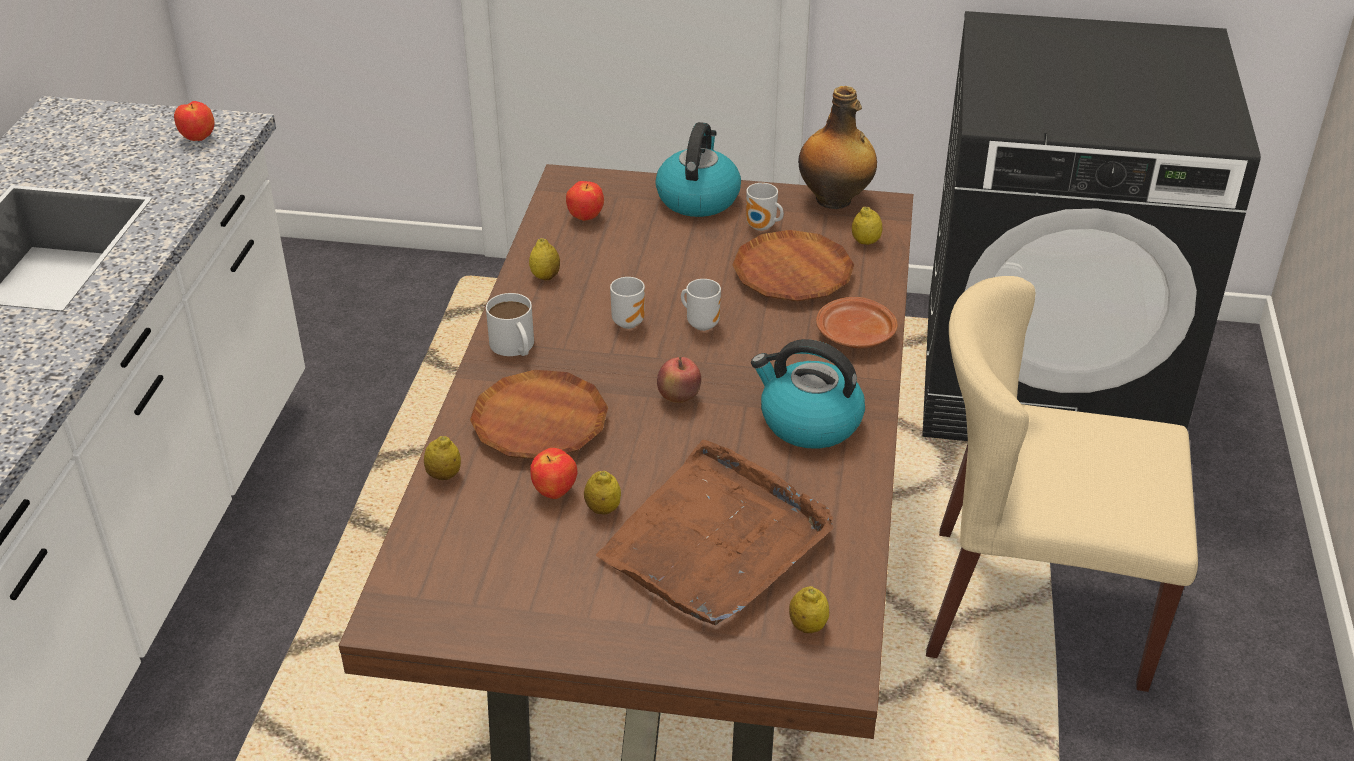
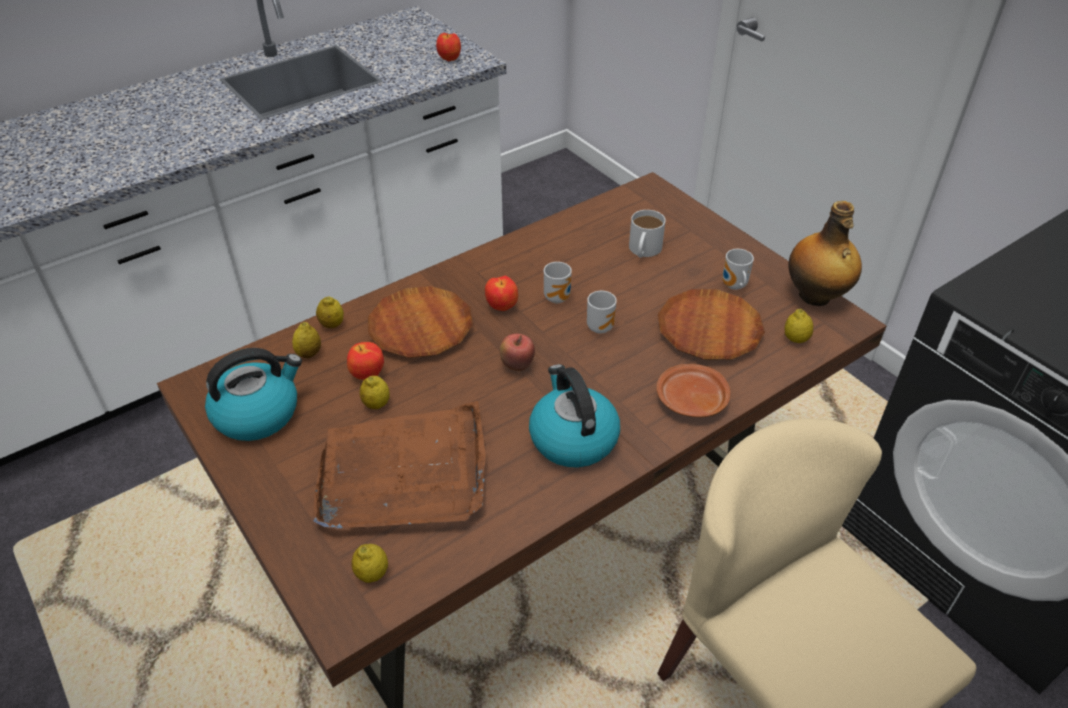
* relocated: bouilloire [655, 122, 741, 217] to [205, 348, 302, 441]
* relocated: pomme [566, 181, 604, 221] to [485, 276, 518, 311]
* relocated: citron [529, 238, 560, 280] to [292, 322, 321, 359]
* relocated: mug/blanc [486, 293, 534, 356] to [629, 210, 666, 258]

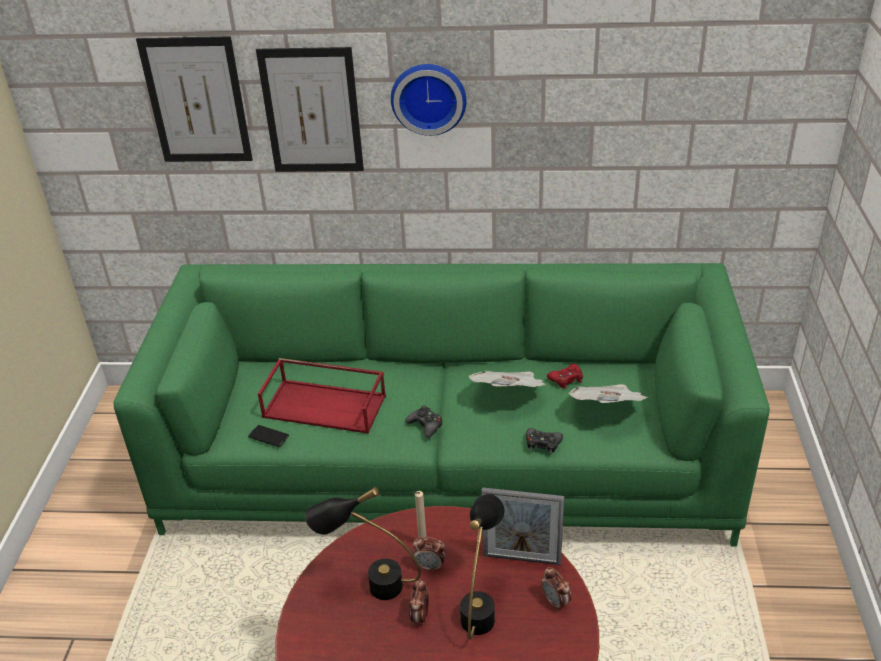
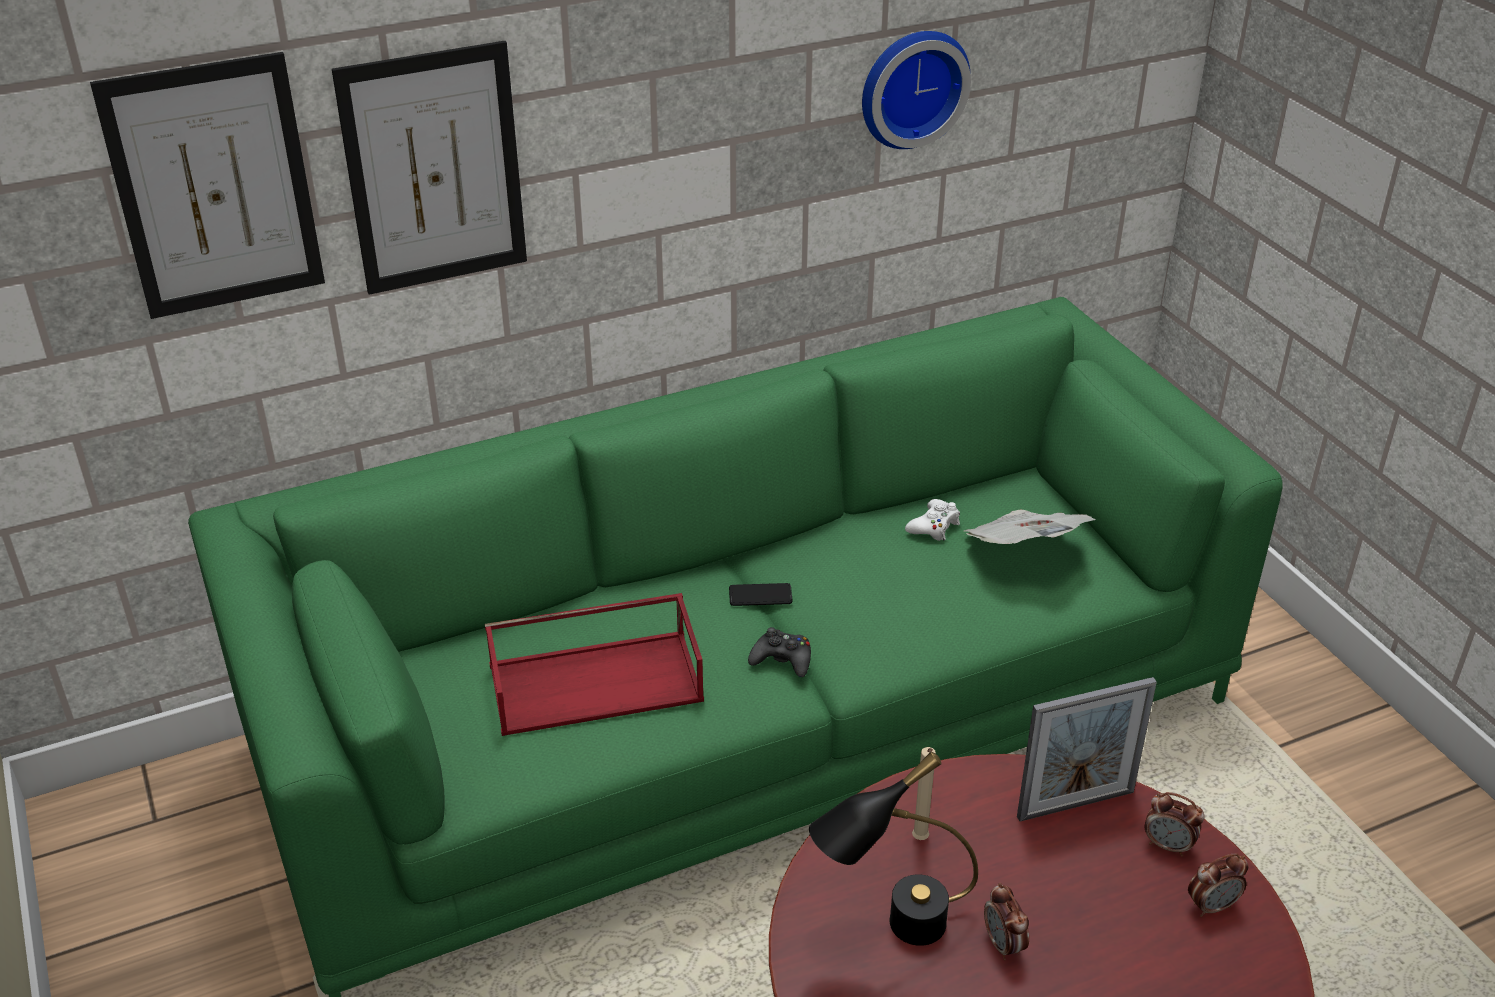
* relocated: horloge murale [391, 64, 467, 136] to [862, 31, 971, 149]
* colour: manette/rouge [547, 364, 583, 389] to manette/blanc [905, 499, 960, 541]
* missing: journal [469, 371, 547, 387]
* relocated: téléphone [248, 425, 289, 447] to [729, 583, 793, 606]
* missing: manette/noir [526, 428, 563, 454]
* missing: lampe de table/noir [460, 494, 505, 640]
* relocated: réveil [413, 537, 445, 571] to [1188, 853, 1248, 917]

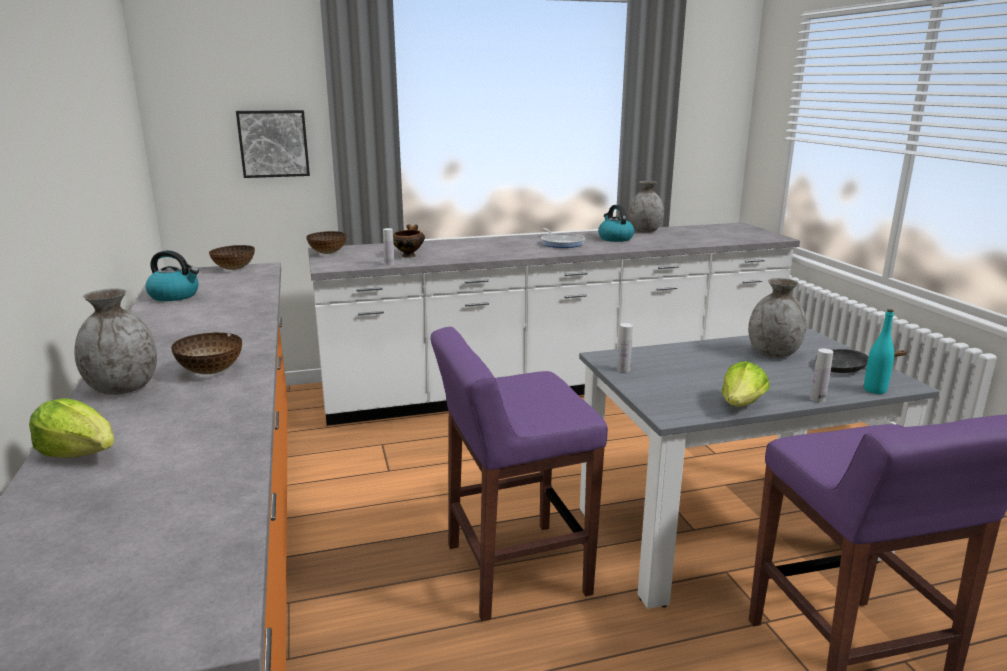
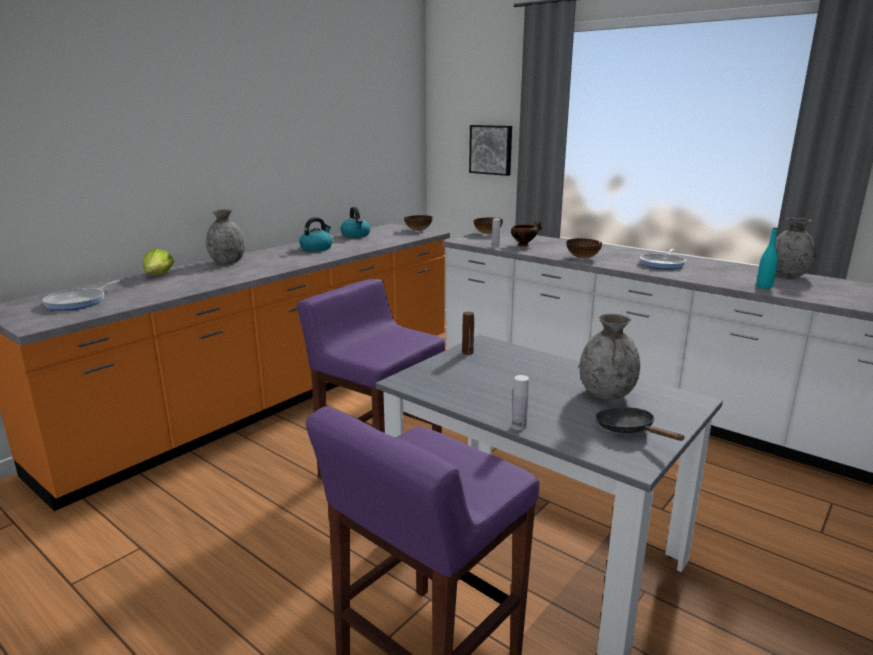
* relocated: bouilloire [598, 205, 634, 242] to [299, 217, 333, 252]
* relocated: bouteille/turquoise [864, 309, 894, 394] to [757, 228, 778, 289]
* colour: bouteille/blanc [617, 323, 633, 372] to bouteille/marron [462, 312, 474, 354]
* relocated: bol [171, 332, 242, 374] to [566, 238, 602, 259]
* missing: laitue [722, 361, 770, 407]
* appeared: poêle [42, 280, 120, 310]

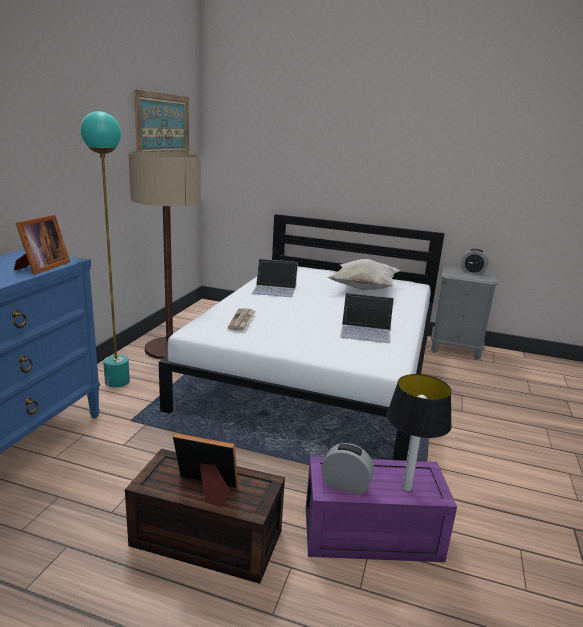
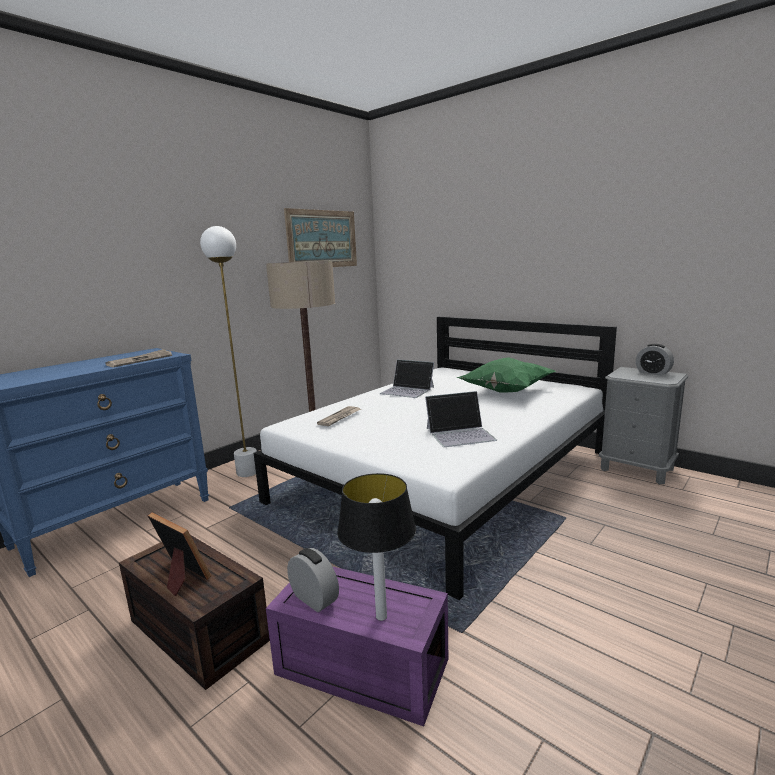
* colour: lampadaire/turquoise [80, 111, 130, 388] to lampadaire/blanc [200, 226, 257, 477]
* exchanged: cadre photo [14, 215, 70, 275] to journal [105, 349, 172, 367]
* colour: coussin/blanc [326, 259, 401, 290] to coussin/vert [456, 357, 556, 392]
* spun: ordinateur portable [340, 293, 394, 343] = [425, 391, 497, 447] 45 degrees counterclockwise

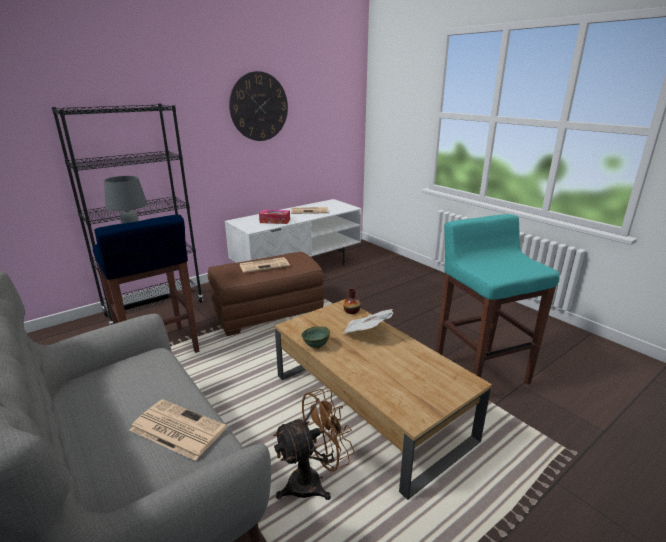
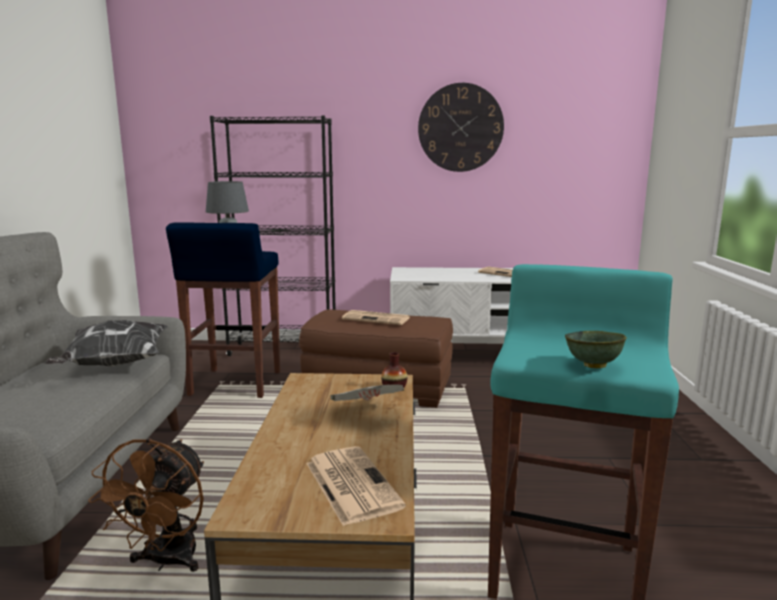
* missing: boîte à mouchoirs [259, 210, 290, 224]
* relocated: bol/vert [301, 326, 330, 349] to [565, 331, 627, 368]
* spun: ventilateur/marron [273, 389, 355, 500] = [88, 438, 204, 572] 90 degrees clockwise
* relocated: journal [130, 399, 227, 461] to [306, 446, 406, 526]
* appeared: coussin [44, 320, 168, 366]

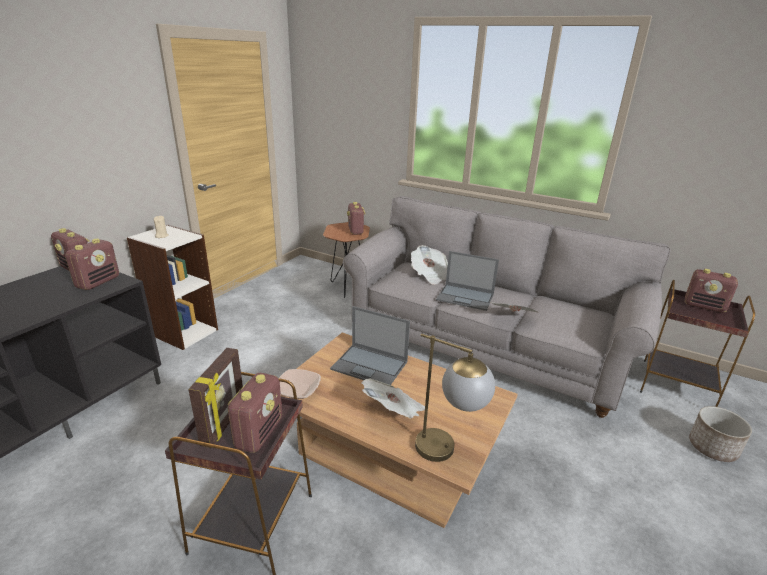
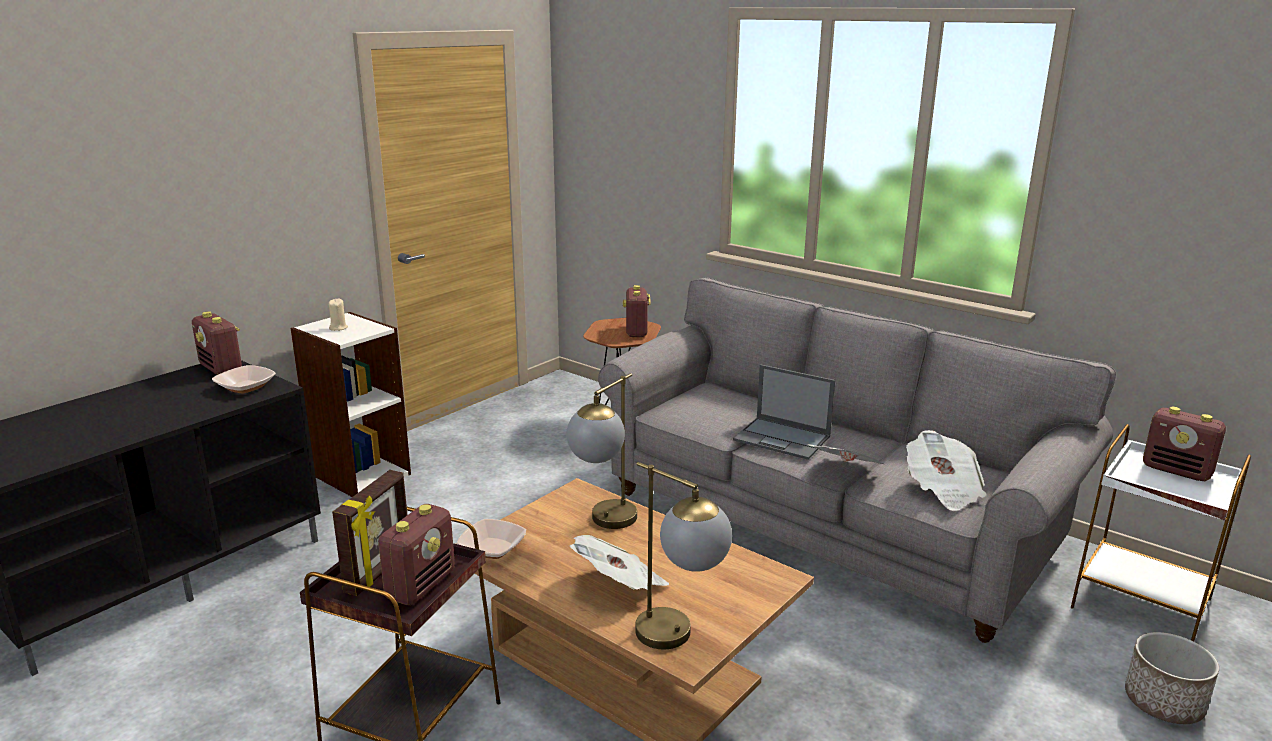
* exchanged: radio [65, 239, 119, 290] to bol [212, 365, 276, 393]
* relocated: journal [411, 245, 448, 285] to [906, 430, 986, 511]
* colour: table d'appoint/marron [640, 280, 755, 407] to table d'appoint/blanc [1070, 424, 1251, 642]
* exchanged: ordinateur portable [330, 306, 410, 385] to lampe de table [567, 373, 637, 529]

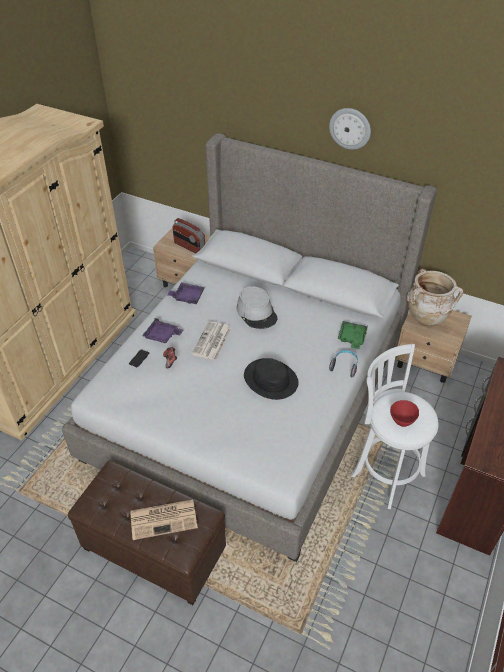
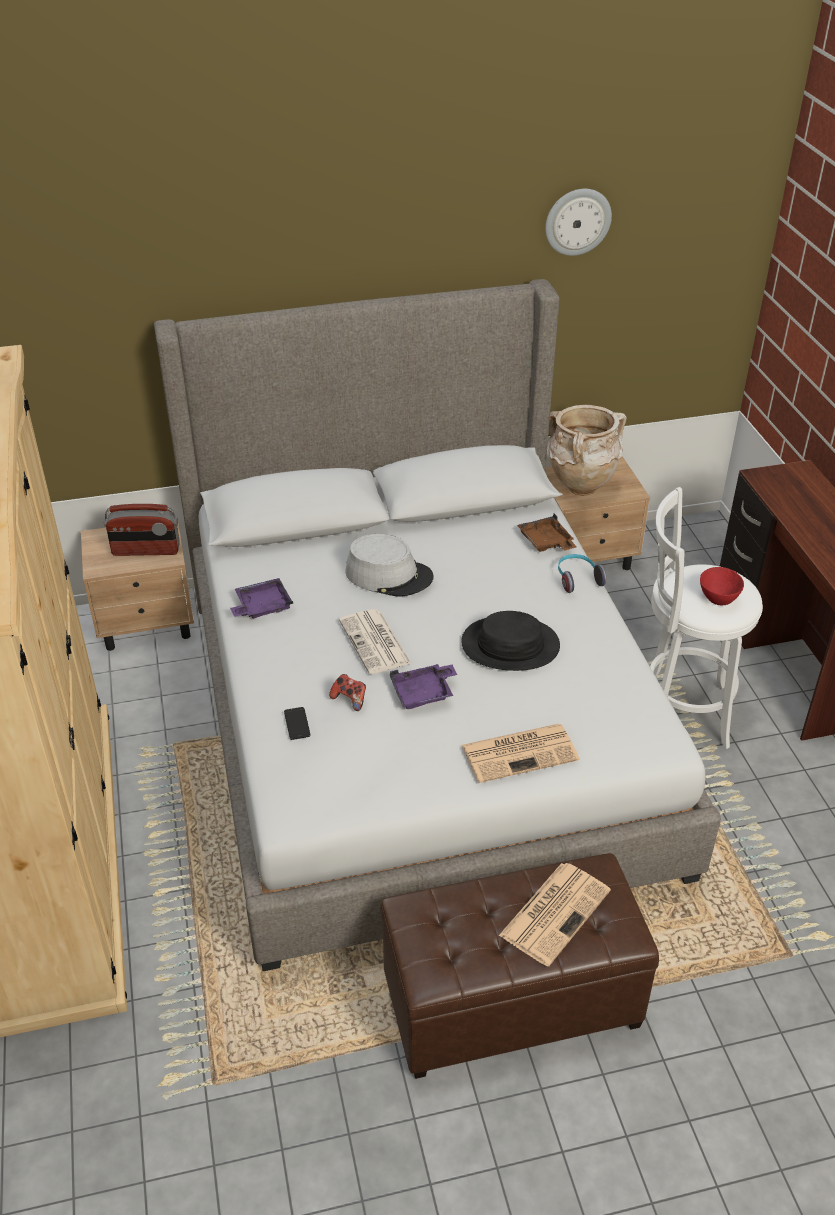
* relocated: horloge murale [329, 108, 371, 150] to [545, 189, 612, 256]
* relocated: plateau/violet [142, 318, 183, 343] to [390, 664, 457, 709]
* colour: plateau/vert [338, 321, 368, 349] to plateau/marron [517, 513, 576, 552]
* appeared: journal [461, 724, 579, 783]

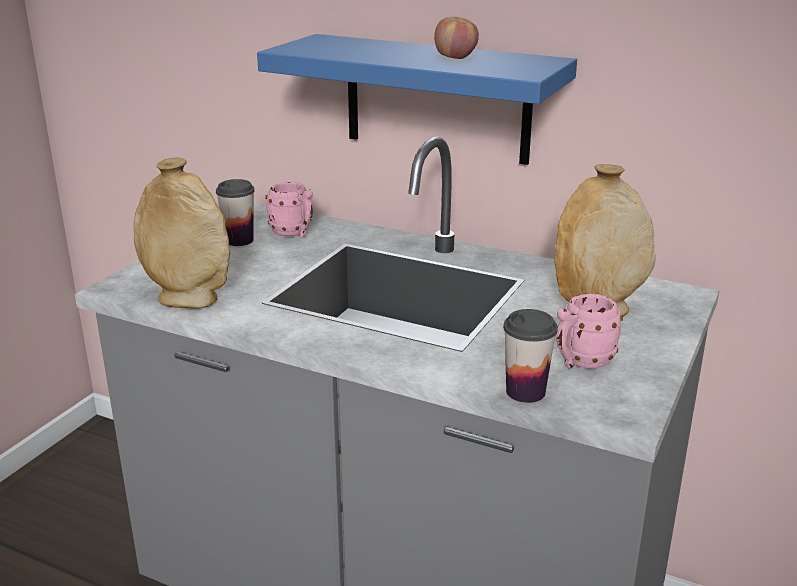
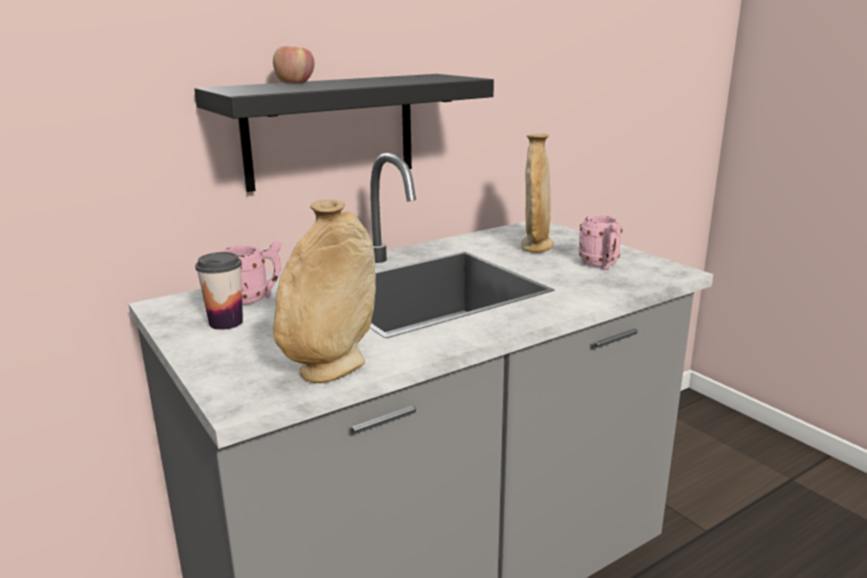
* relocated: pomme [434, 17, 479, 59] to [273, 46, 315, 84]
* colour: étagère/bleu [257, 34, 577, 165] to étagère/noir [194, 74, 494, 192]
* missing: tasse [503, 309, 558, 403]

